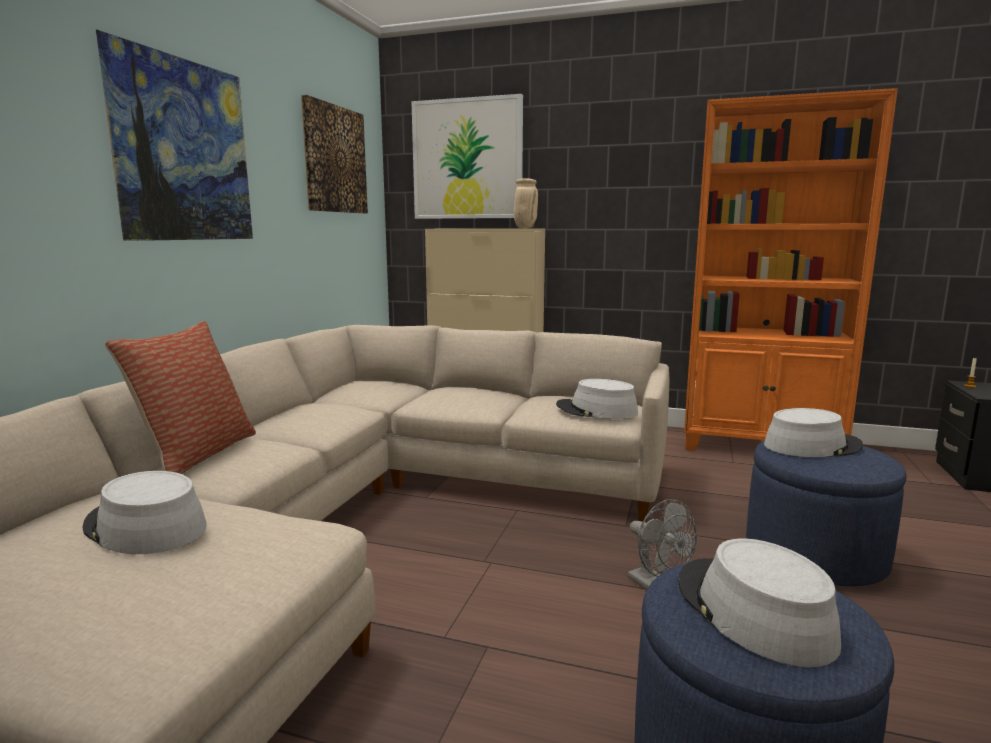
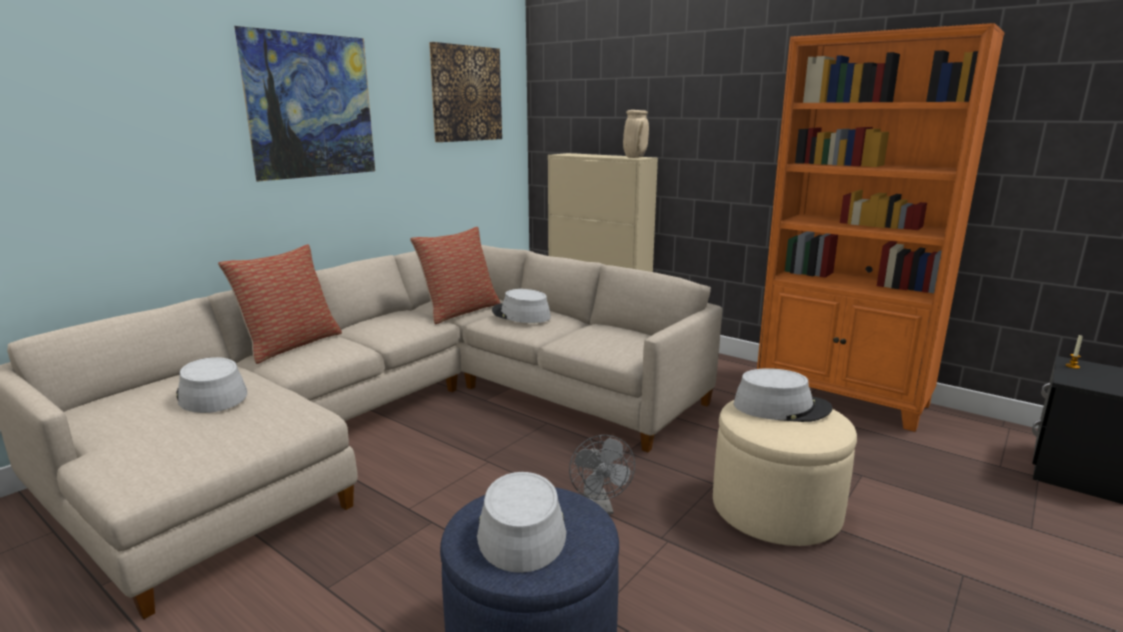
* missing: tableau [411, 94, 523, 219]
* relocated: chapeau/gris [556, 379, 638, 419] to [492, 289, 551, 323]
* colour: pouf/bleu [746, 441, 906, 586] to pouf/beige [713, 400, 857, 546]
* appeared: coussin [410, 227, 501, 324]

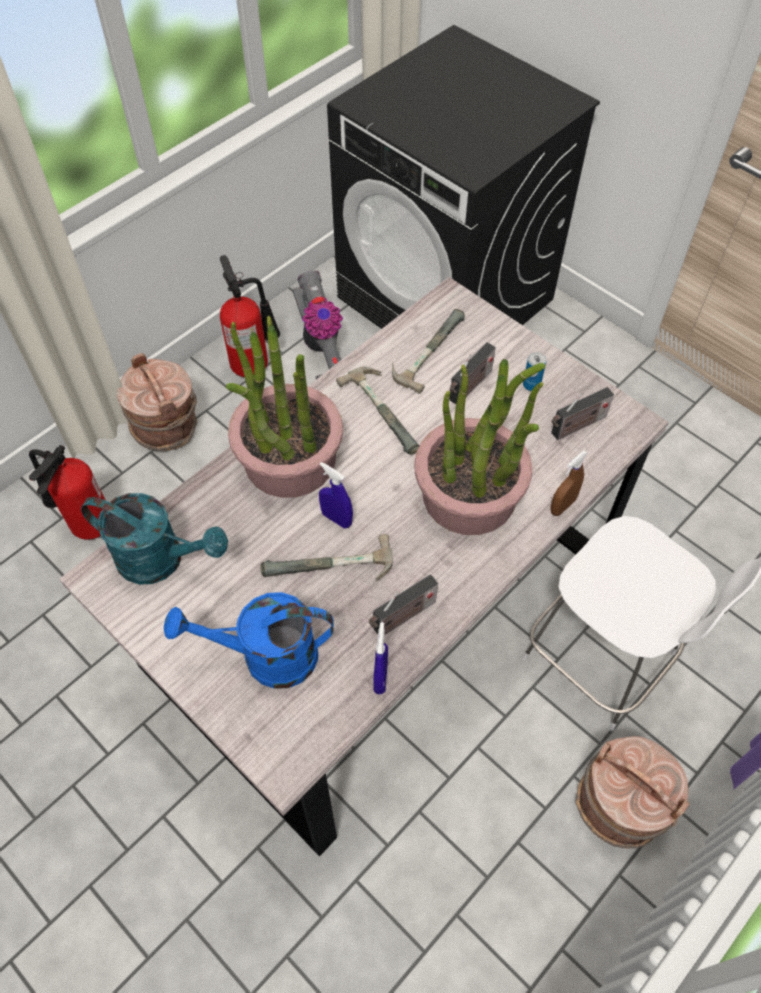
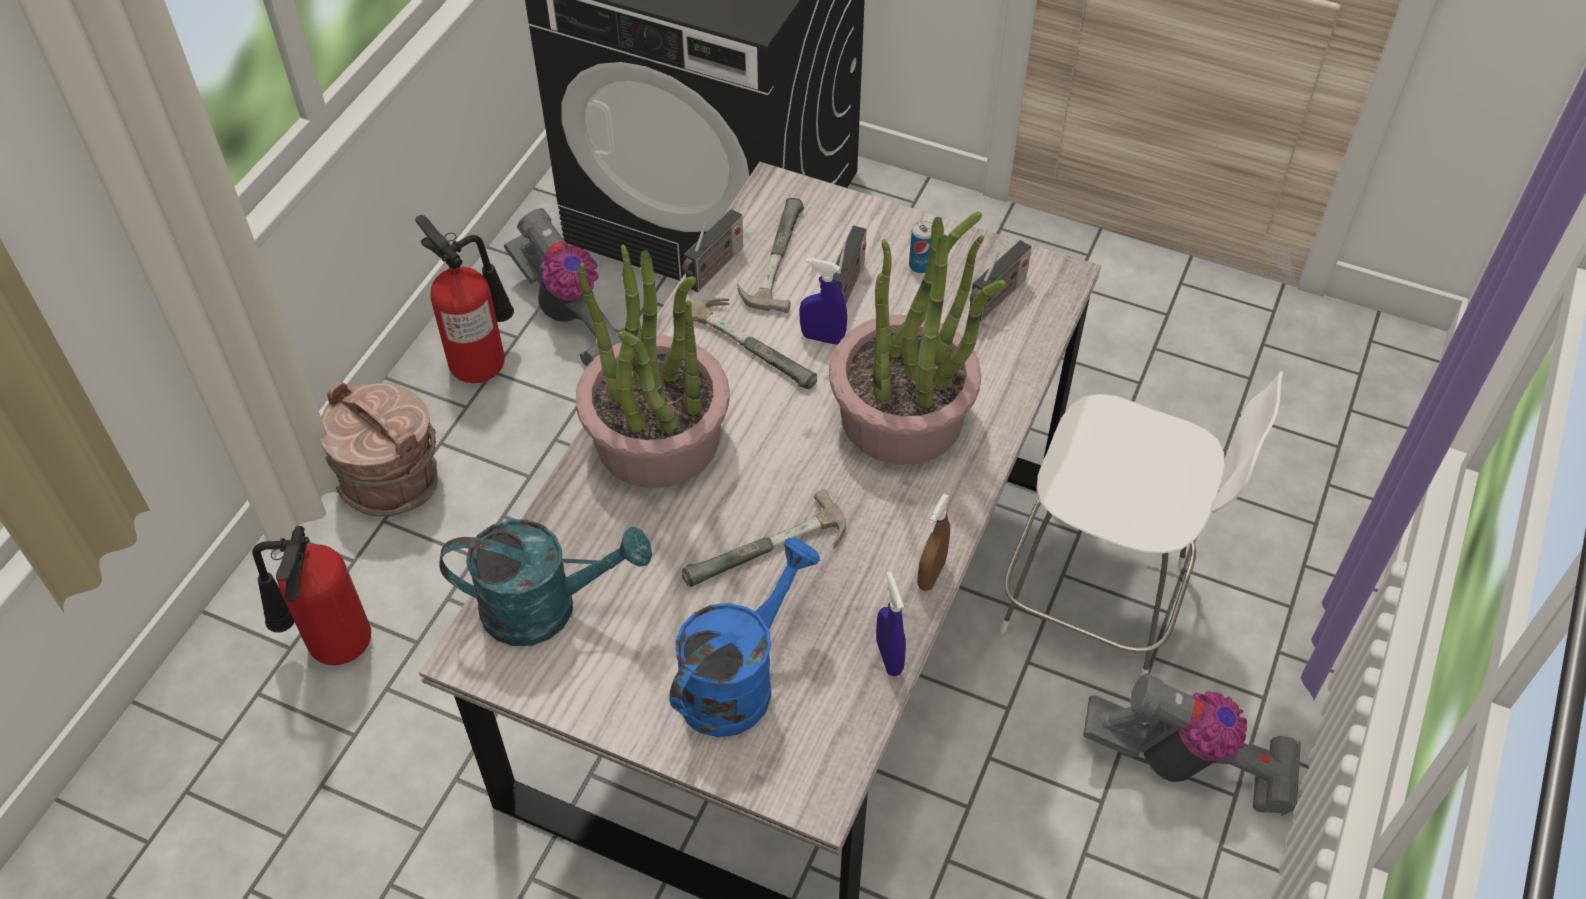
* relocated: vaporisateur/marron [550, 451, 588, 516] to [917, 494, 950, 591]
* relocated: vaporisateur/bleu [319, 462, 353, 528] to [799, 258, 847, 345]
* relocated: radio [369, 574, 438, 636] to [683, 209, 743, 292]
* spun: arrosoir/bleu [164, 592, 334, 689] = [669, 538, 820, 737] 150 degrees clockwise
* exchanged: seau/marron [576, 736, 689, 849] to aspirateur [1083, 673, 1301, 816]

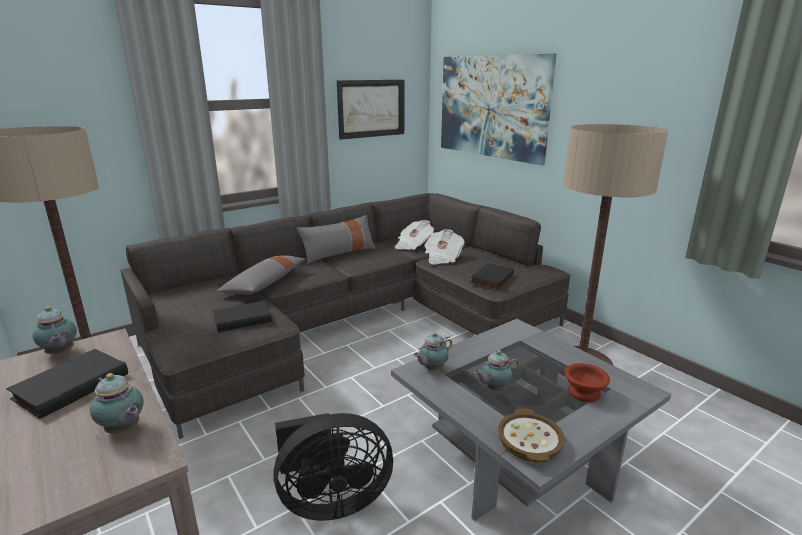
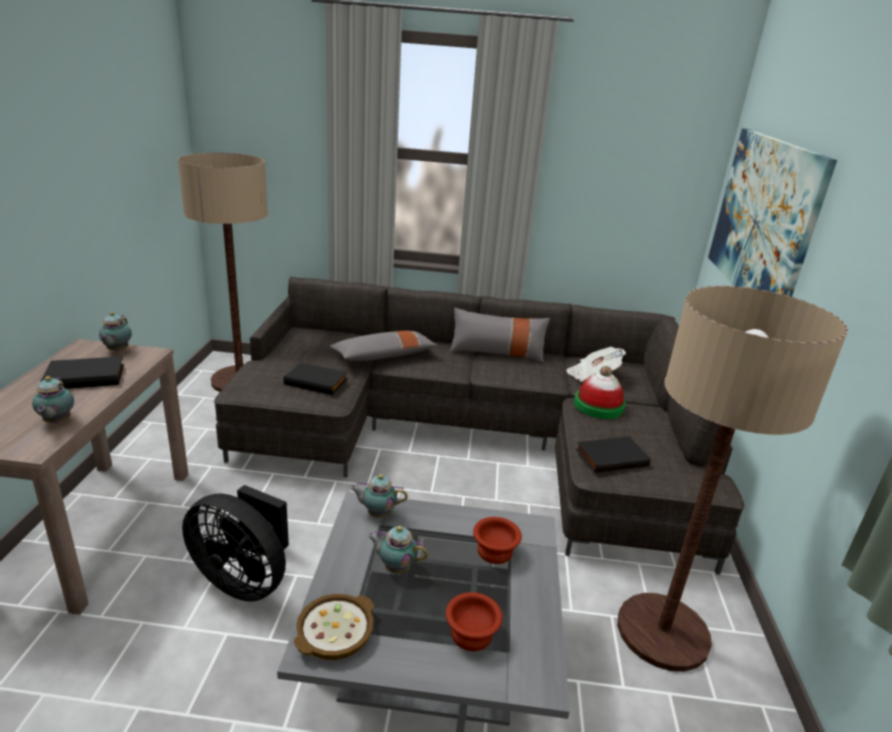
* missing: tableau [337, 80, 404, 140]
* exchanged: journal [424, 229, 465, 265] to chapeau [574, 366, 626, 419]
* appeared: bol/marron [473, 517, 522, 564]

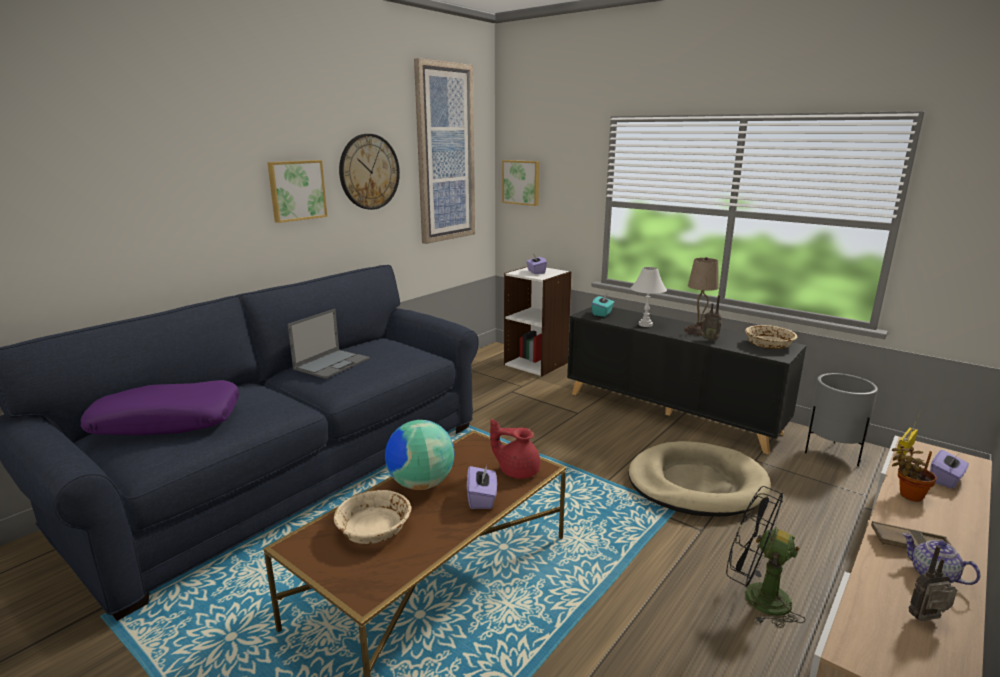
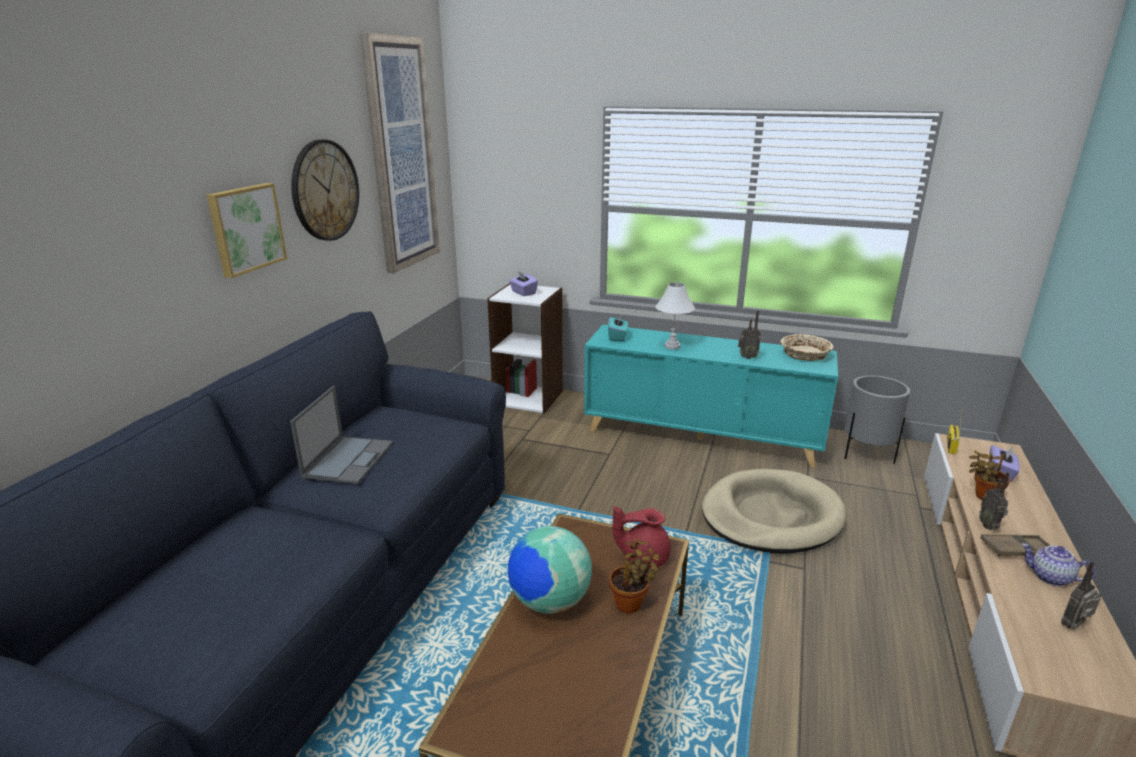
* missing: tableau [502, 160, 539, 206]
* missing: lampe de table/beige [684, 257, 719, 336]
* colour: meuble de rangement/noir [567, 307, 807, 455] to meuble de rangement/turquoise [584, 325, 838, 468]
* missing: coussin/violet [80, 380, 239, 435]
* exchanged: boîte à mouchoirs/violet [467, 465, 497, 509] to plante en pot [609, 538, 661, 613]
* missing: ventilateur/noir [726, 486, 806, 628]
* missing: bol/beige [334, 490, 411, 544]
* appeared: radio [979, 472, 1009, 530]

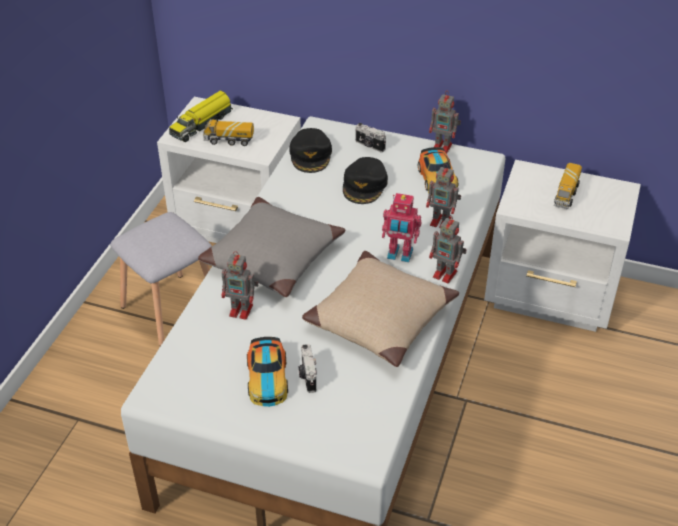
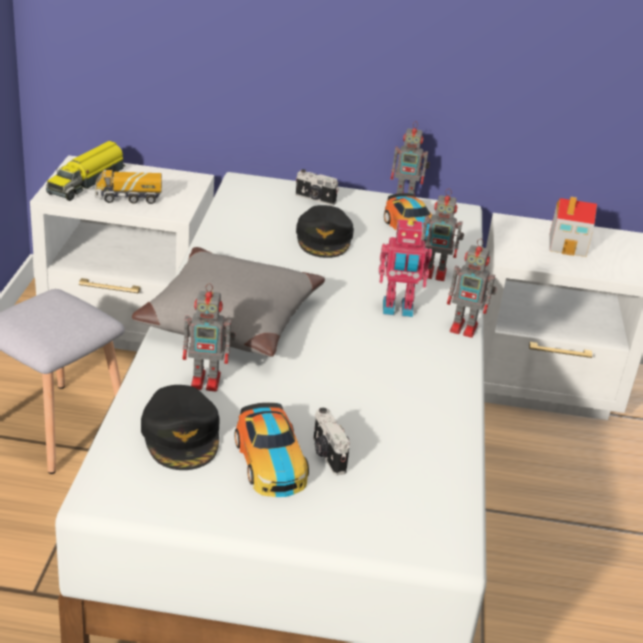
* relocated: casquette/noir [289, 128, 332, 173] to [141, 385, 219, 470]
* exchanged: camion jouet [554, 163, 582, 209] to maison miniature [549, 197, 597, 257]
* missing: coussin/beige [302, 251, 459, 367]

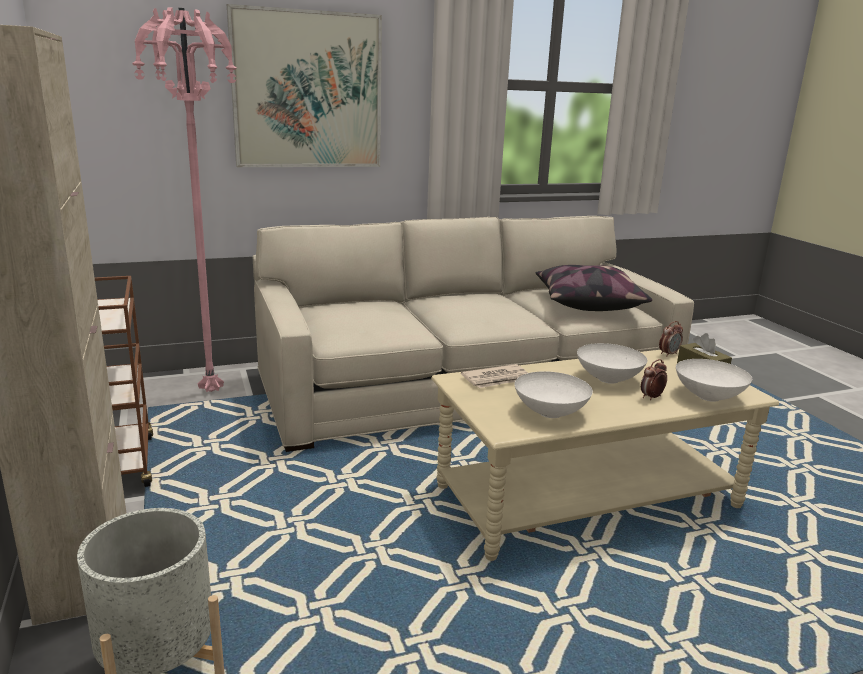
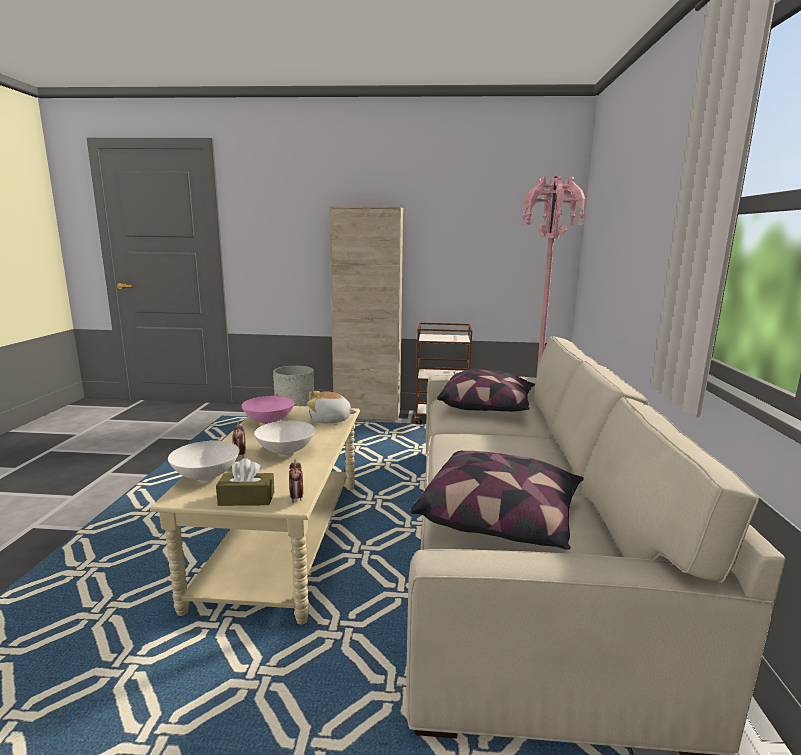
* missing: tableau [227, 4, 382, 167]
* exchanged: journal [461, 364, 528, 388] to peluche [307, 391, 357, 423]
* colour: bol/blanc [515, 371, 593, 418] to bol/rose [241, 396, 294, 424]
* appeared: coussin [437, 369, 535, 411]

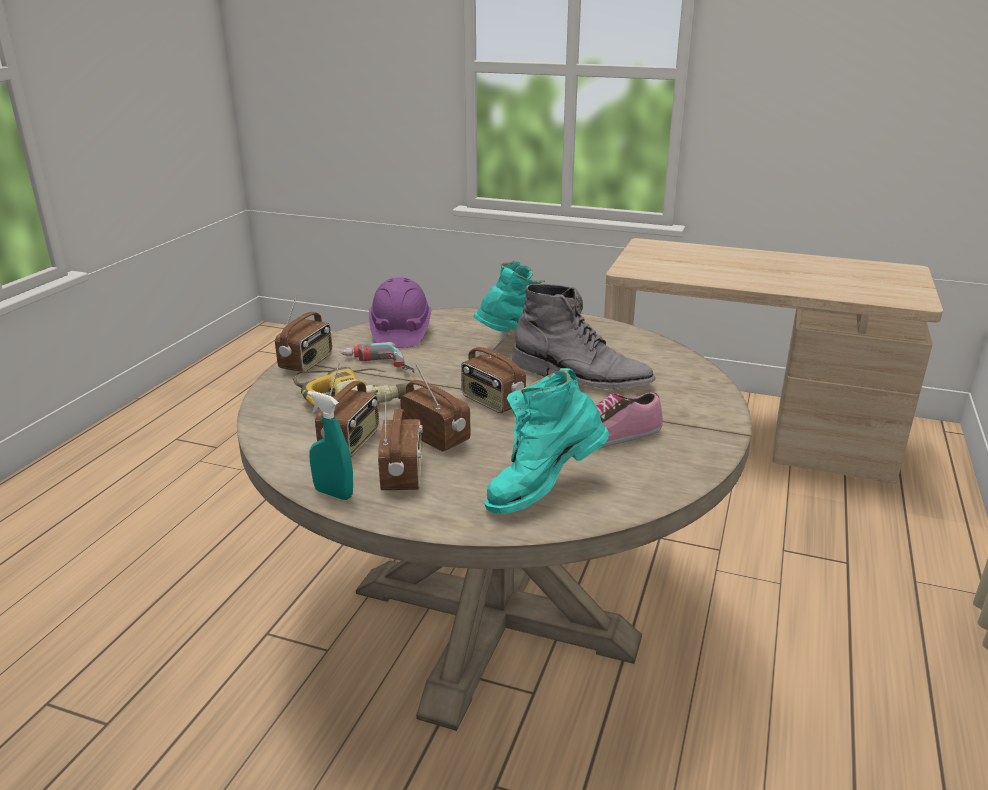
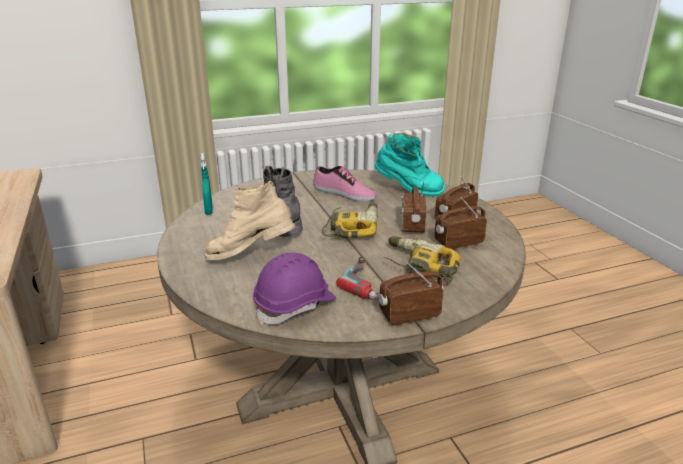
* colour: botte/turquoise [473, 261, 545, 332] to botte/beige [205, 181, 295, 260]
* exchanged: radio [461, 333, 526, 413] to perceuse [322, 202, 378, 238]
* relocated: vaporisateur/turquoise [307, 391, 353, 500] to [201, 153, 213, 215]

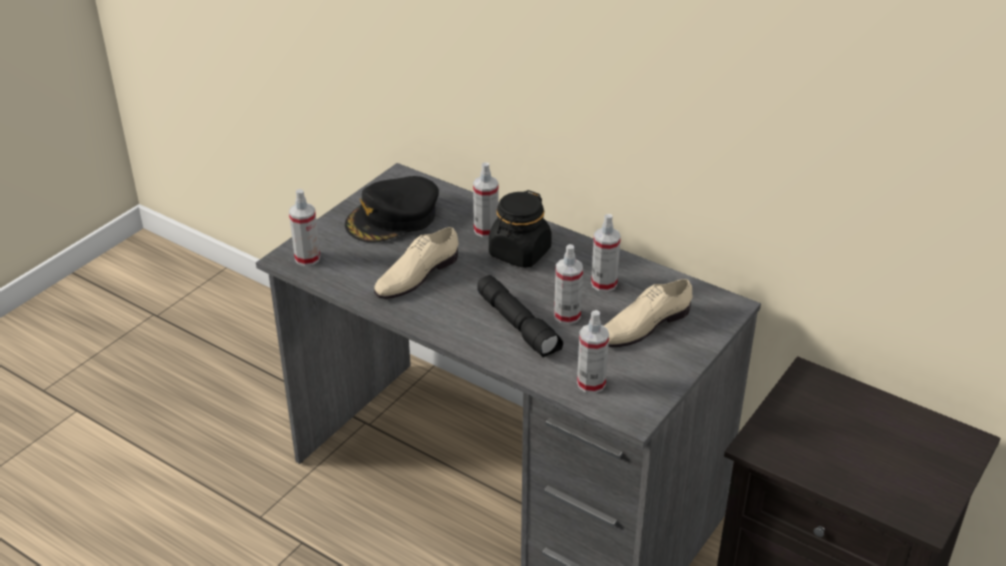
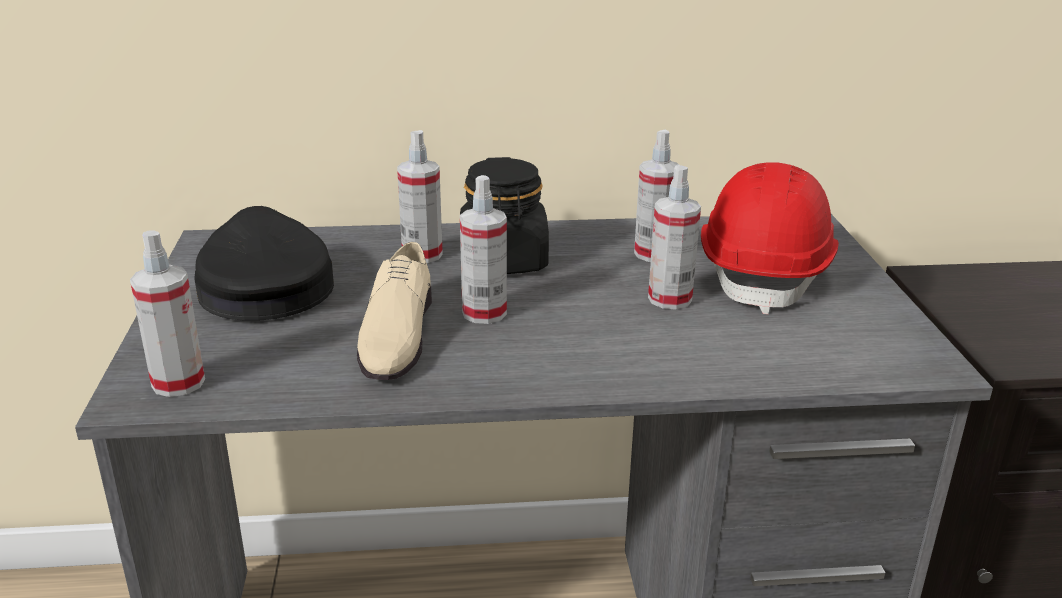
* spun: casquette/noir [345, 176, 439, 243] = [194, 206, 334, 321] 150 degrees clockwise
* missing: lampe de poche/noir [478, 275, 563, 357]
* exchanged: chaussure/beige [604, 279, 692, 347] to casque de chantier/rouge [701, 162, 839, 314]
* relocated: vaporisateur [577, 310, 609, 394] to [460, 175, 507, 324]

